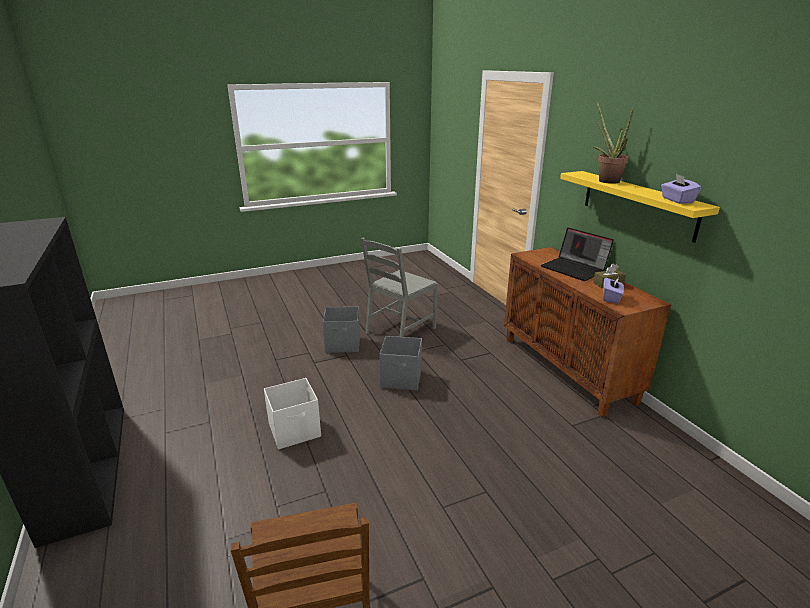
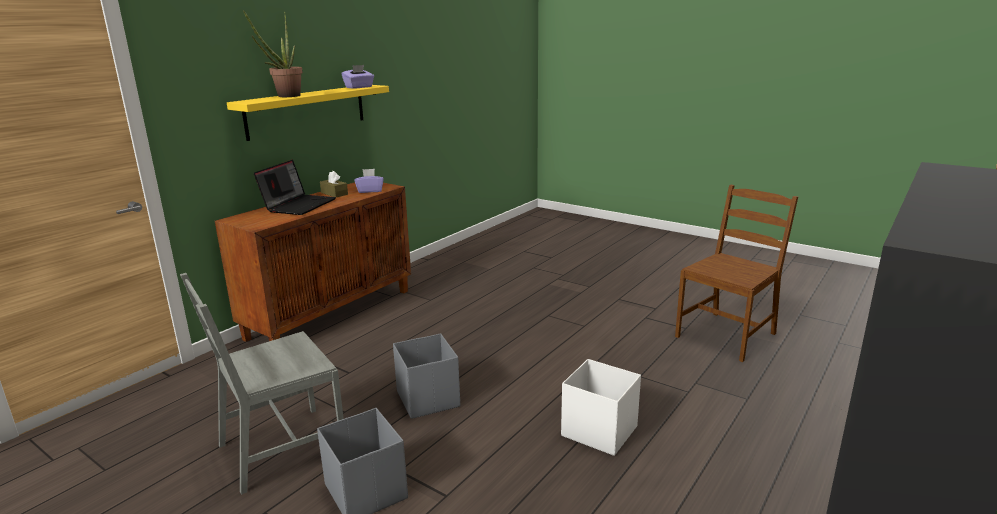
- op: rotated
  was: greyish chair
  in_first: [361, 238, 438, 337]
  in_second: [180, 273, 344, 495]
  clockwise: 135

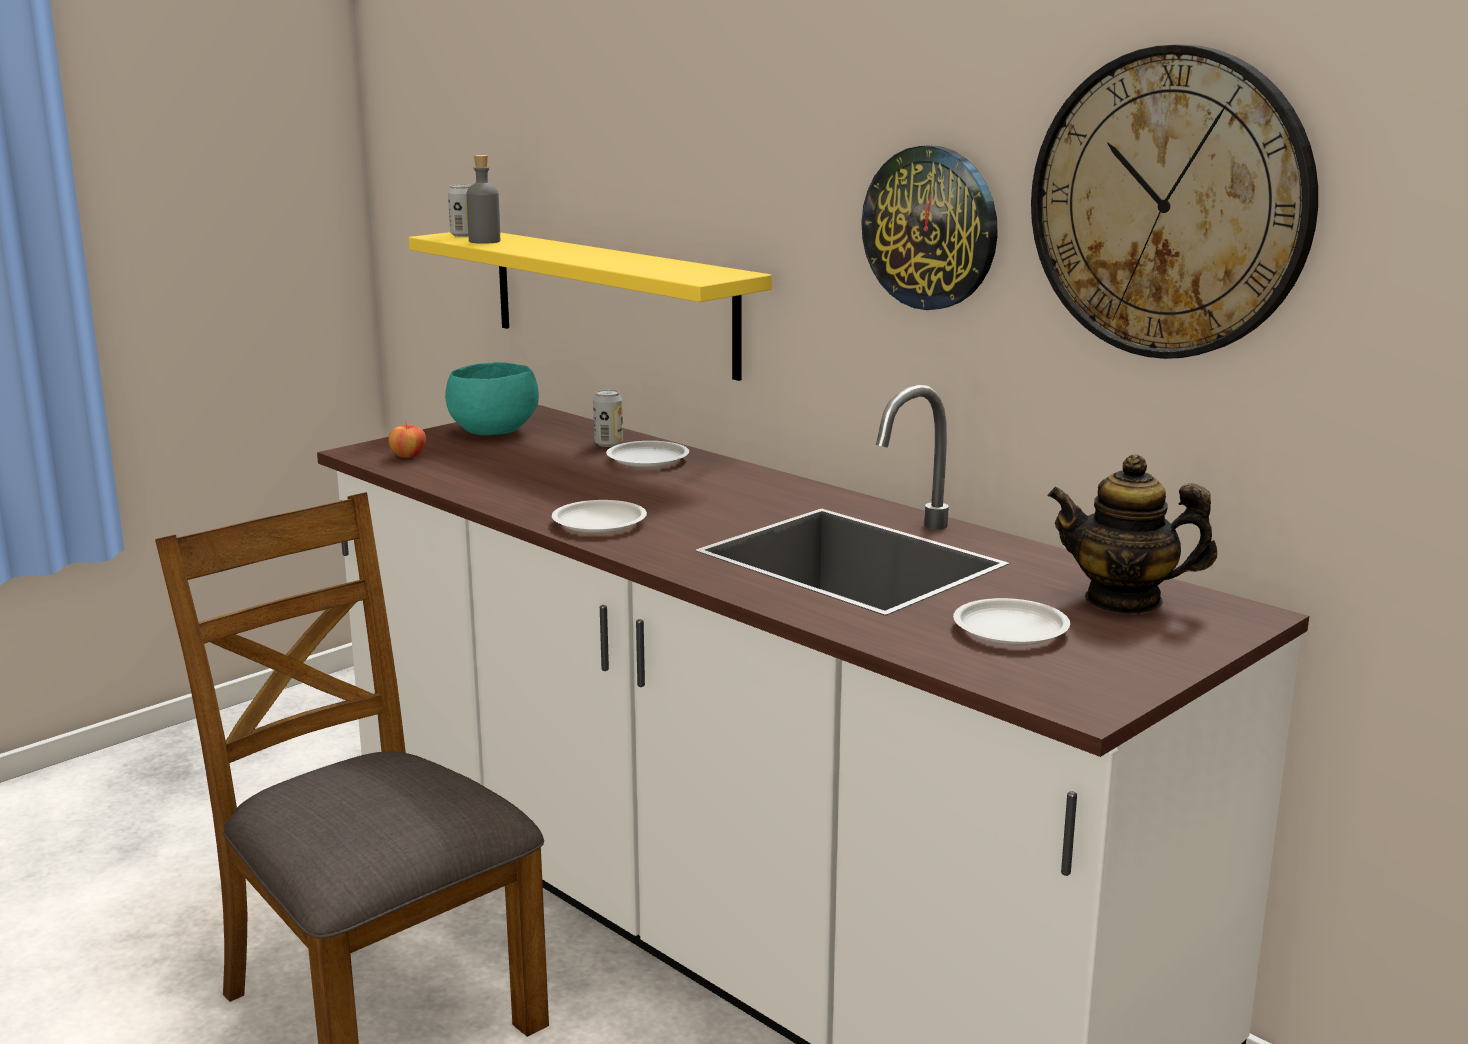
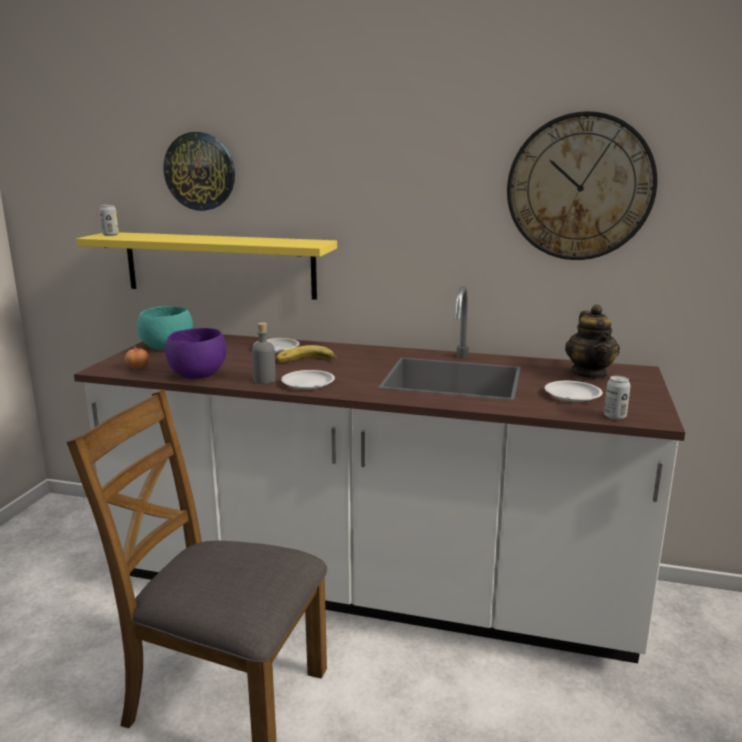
- op: shifted
  was: clock on the wall
  in_first: [861, 145, 998, 310]
  in_second: [164, 132, 235, 211]
- op: new
  now: purple serving bowl
  in_second: [165, 328, 226, 379]
- op: shifted
  was: greyish bottle
  in_first: [467, 155, 500, 244]
  in_second: [252, 322, 276, 384]
- op: new
  now: whole banana
  in_second: [276, 345, 337, 363]
- op: rotated
  was: pot for tea
  in_first: [1048, 454, 1217, 614]
  in_second: [565, 304, 620, 379]
  clockwise: -75
- op: shifted
  was: metal can
  in_first: [593, 390, 623, 447]
  in_second: [604, 376, 631, 420]

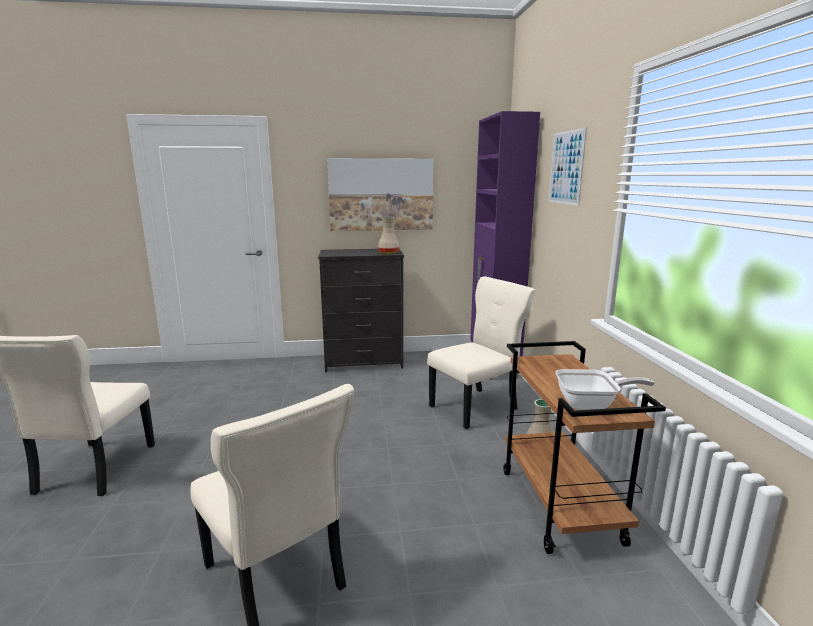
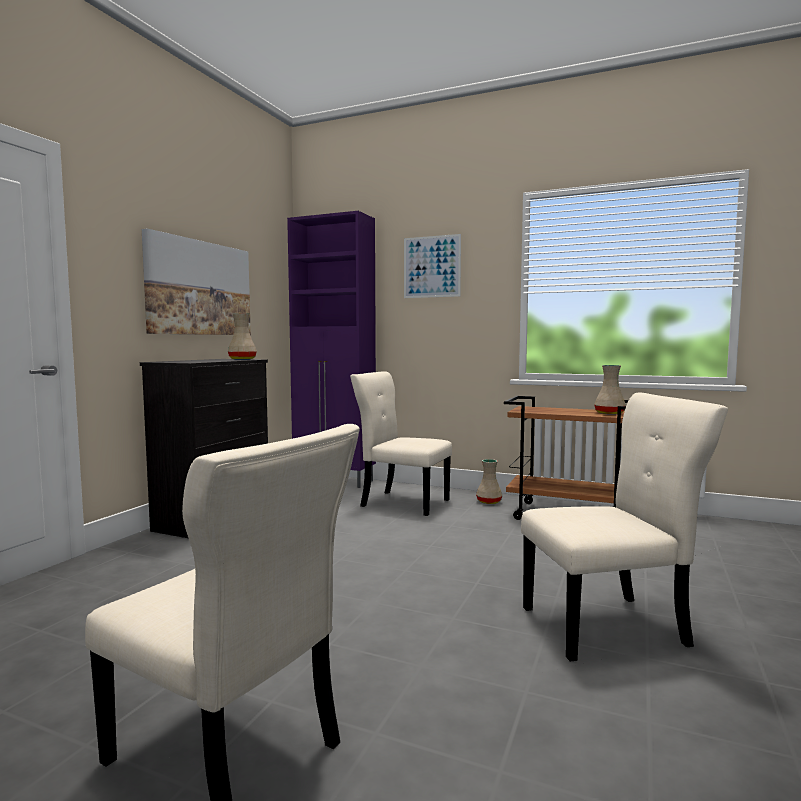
- op: rotated
  was: sand-coloured chair
  in_first: [427, 276, 535, 429]
  in_second: [350, 371, 452, 516]
  clockwise: -60
- op: swapped
  was: frying pan
  now: sand-coloured flower vase
  in_first: [555, 369, 655, 410]
  in_second: [594, 365, 626, 415]

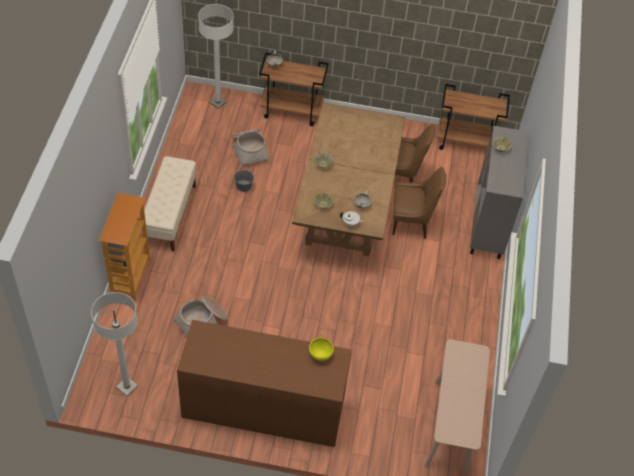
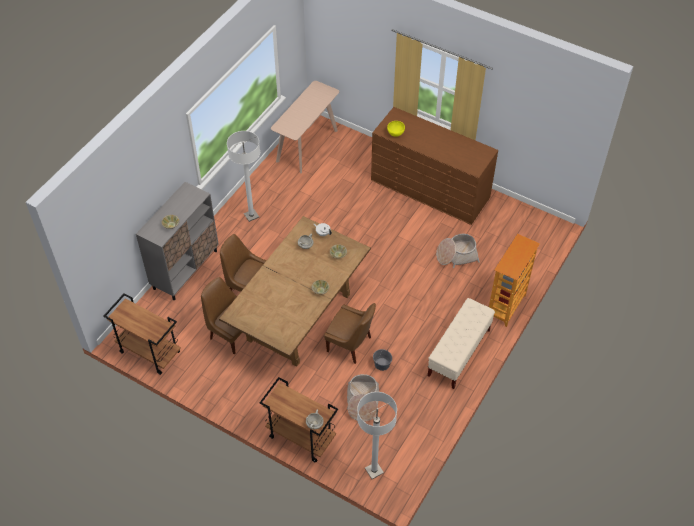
- op: shifted
  was: white-coloured standing lamp
  in_first: [91, 292, 138, 396]
  in_second: [227, 131, 260, 222]
- op: new
  now: brown chair
  in_second: [324, 303, 376, 364]

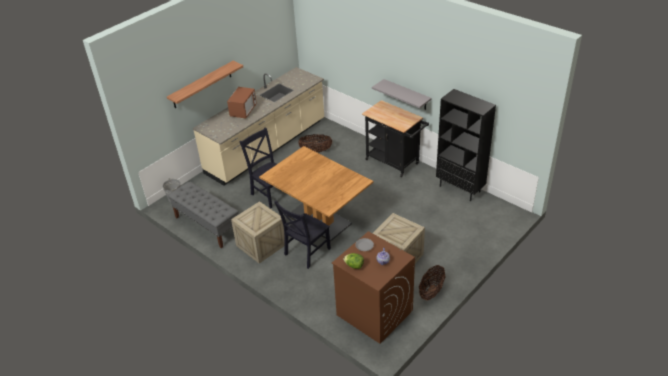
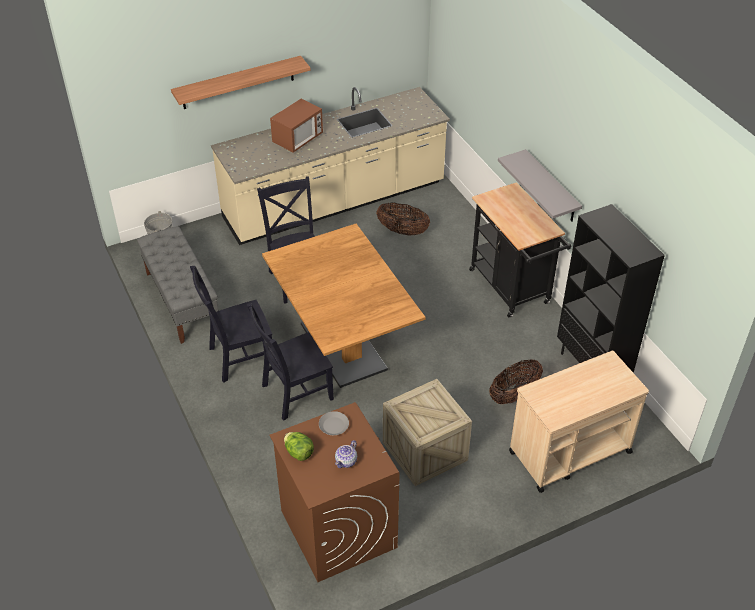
- op: swapped
  was: crate
  now: black chair
  in_first: [231, 201, 285, 263]
  in_second: [190, 266, 272, 383]
- op: shifted
  was: storage basket
  in_first: [419, 265, 446, 300]
  in_second: [489, 359, 543, 404]
- op: new
  now: sand-coloured wheeled cart
  in_second: [509, 351, 649, 493]

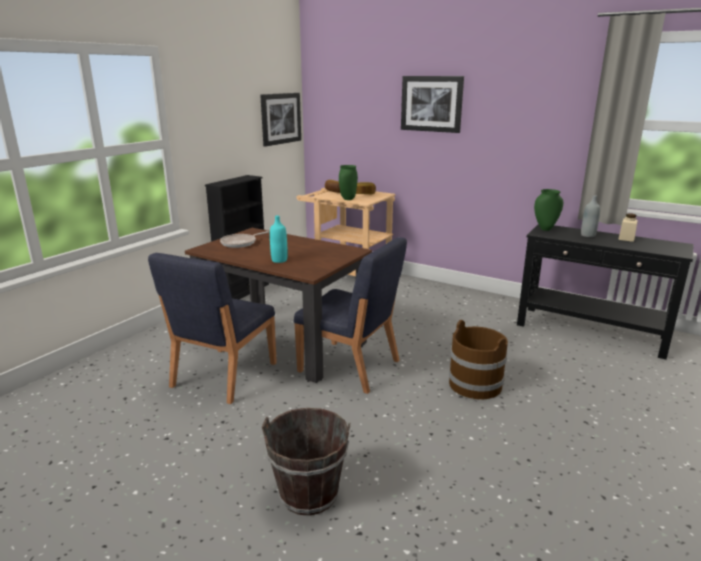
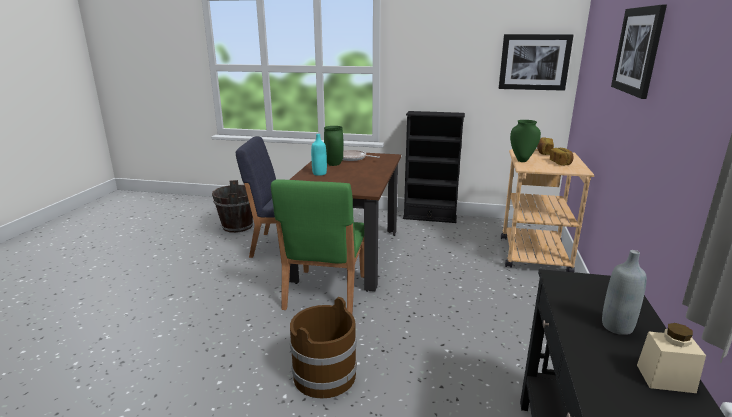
- op: shifted
  was: brown water bucket
  in_first: [262, 408, 351, 516]
  in_second: [212, 180, 253, 233]
- op: repainted
  was: bluish chair
  now: green chair
  in_first: [294, 237, 407, 394]
  in_second: [271, 179, 364, 314]
- op: shifted
  was: green flower vase
  in_first: [534, 189, 563, 231]
  in_second: [324, 126, 343, 166]

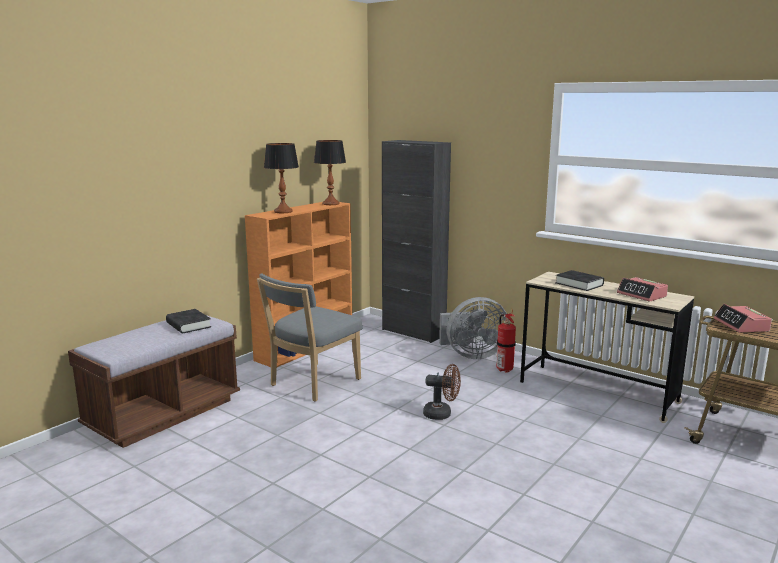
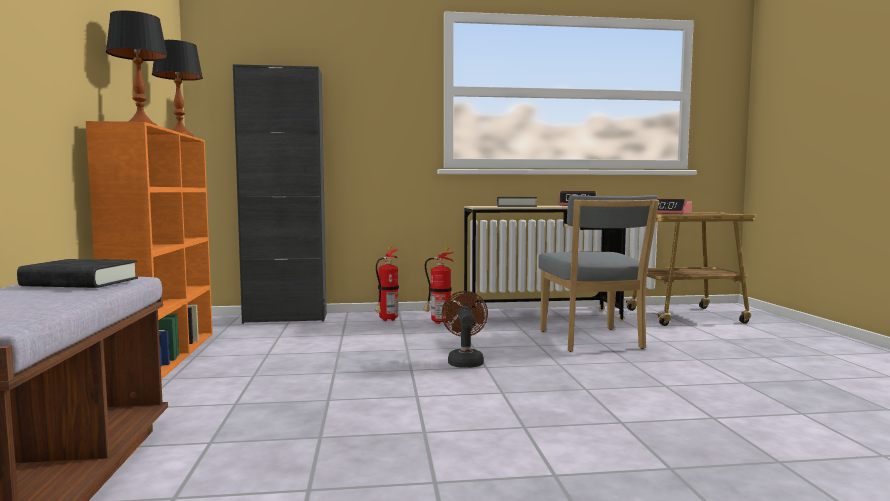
- op: swapped
  was: greyish fan
  now: extinguisher
  in_first: [439, 297, 507, 359]
  in_second: [375, 245, 399, 321]
- op: rotated
  was: brown fan
  in_first: [423, 364, 461, 420]
  in_second: [442, 291, 488, 368]
  clockwise: -60
- op: shifted
  was: greyish chair
  in_first: [257, 273, 362, 402]
  in_second: [538, 195, 659, 352]

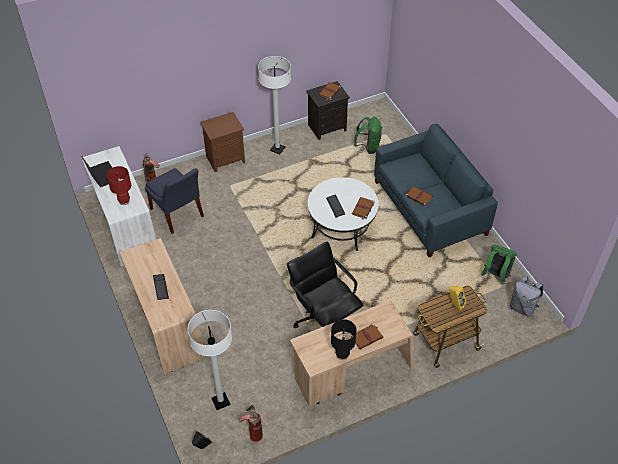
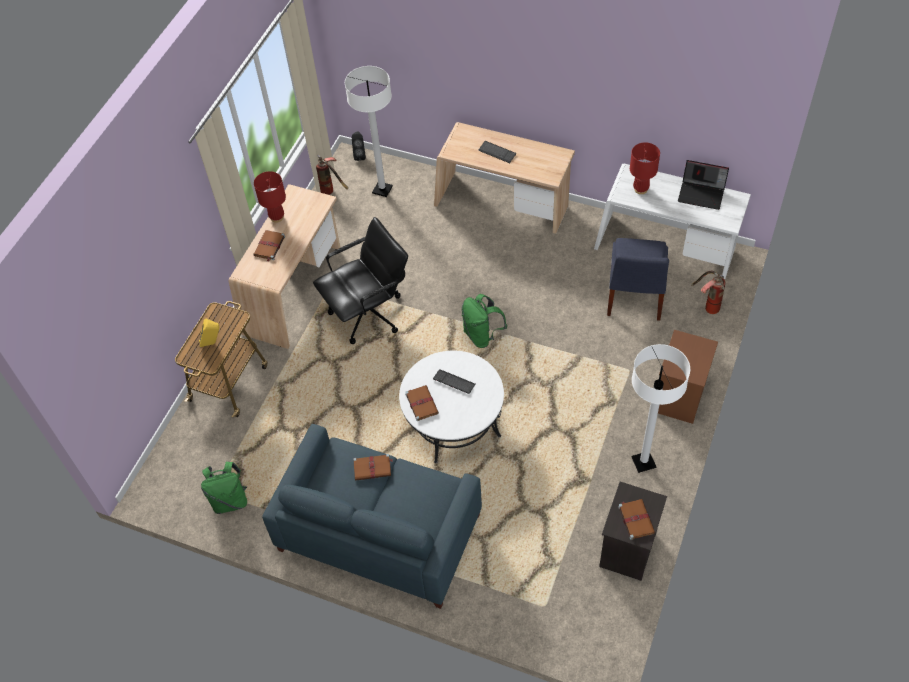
- op: repainted
  was: black lamp for a table
  now: red-coloured lamp for a table
  in_first: [331, 319, 356, 360]
  in_second: [254, 171, 286, 223]
- op: rotated
  was: black desk chair
  in_first: [287, 242, 364, 328]
  in_second: [313, 217, 408, 344]
  clockwise: -45
- op: shifted
  was: green rucksack
  in_first: [354, 117, 382, 154]
  in_second: [462, 294, 507, 348]
- op: rotated
  was: bluish chair
  in_first: [145, 168, 204, 234]
  in_second: [607, 238, 669, 321]
  clockwise: -90
- op: gone
  was: greyish rucksack
  in_first: [510, 276, 543, 317]

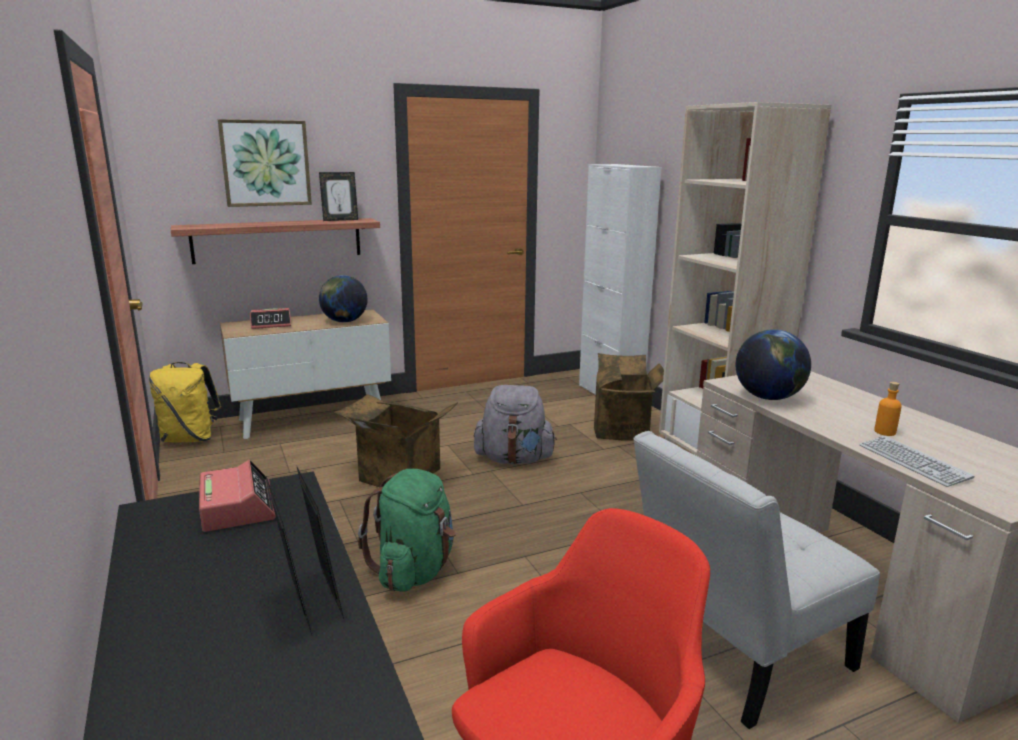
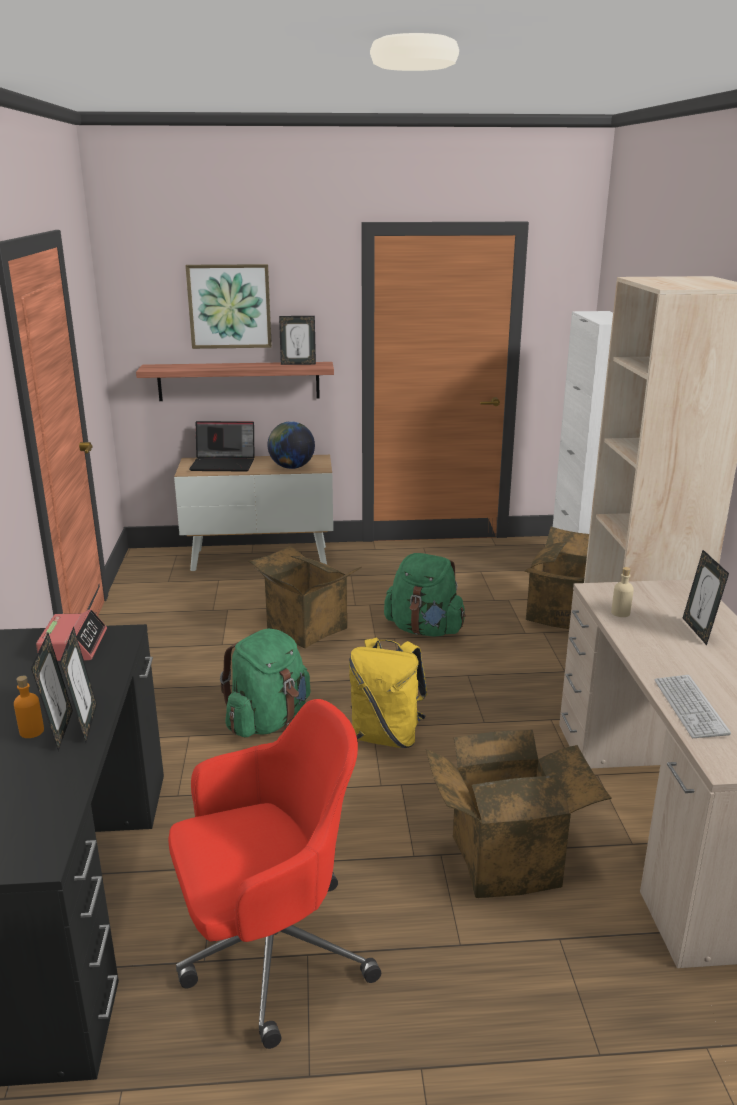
- op: shifted
  was: orange-coloured bottle
  in_first: [874, 382, 902, 436]
  in_second: [14, 676, 44, 738]
- op: swapped
  was: bedside clock
  now: notebook computer
  in_first: [250, 308, 291, 329]
  in_second: [189, 421, 254, 472]
- op: shifted
  was: yellowish rucksack
  in_first: [149, 362, 221, 443]
  in_second: [349, 637, 427, 748]
- op: repainted
  was: greyish rucksack
  now: green rucksack
  in_first: [474, 385, 557, 464]
  in_second: [384, 553, 466, 637]
- op: swapped
  was: white-coloured chair
  now: cardboard box
  in_first: [633, 431, 880, 729]
  in_second: [426, 730, 612, 898]
- op: swapped
  was: world globe
  now: sand-coloured bottle
  in_first: [736, 329, 811, 400]
  in_second: [611, 567, 634, 617]
- op: new
  now: picture frame
  in_second: [683, 550, 729, 645]

